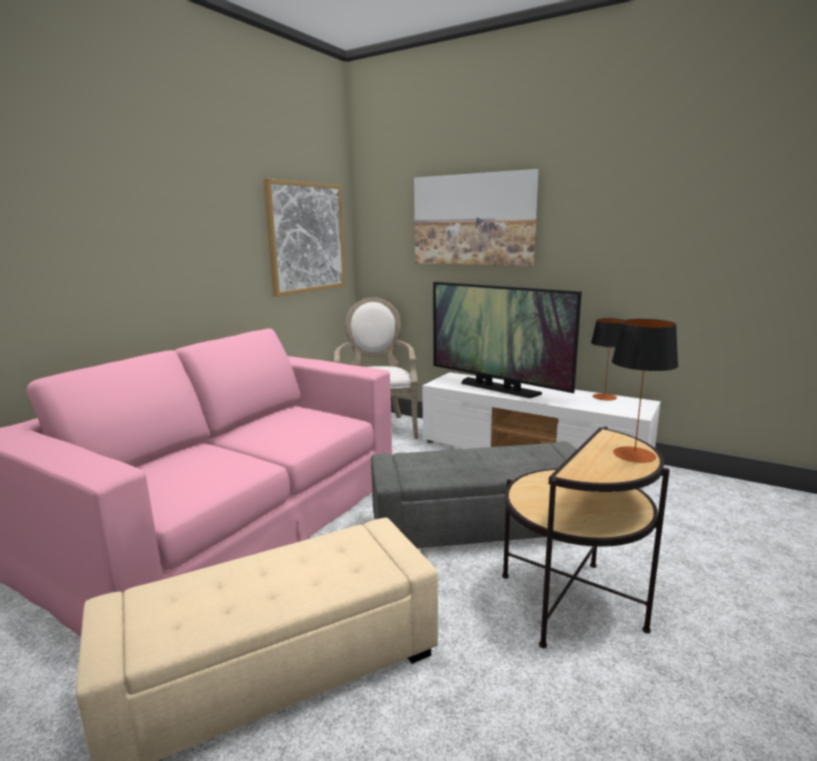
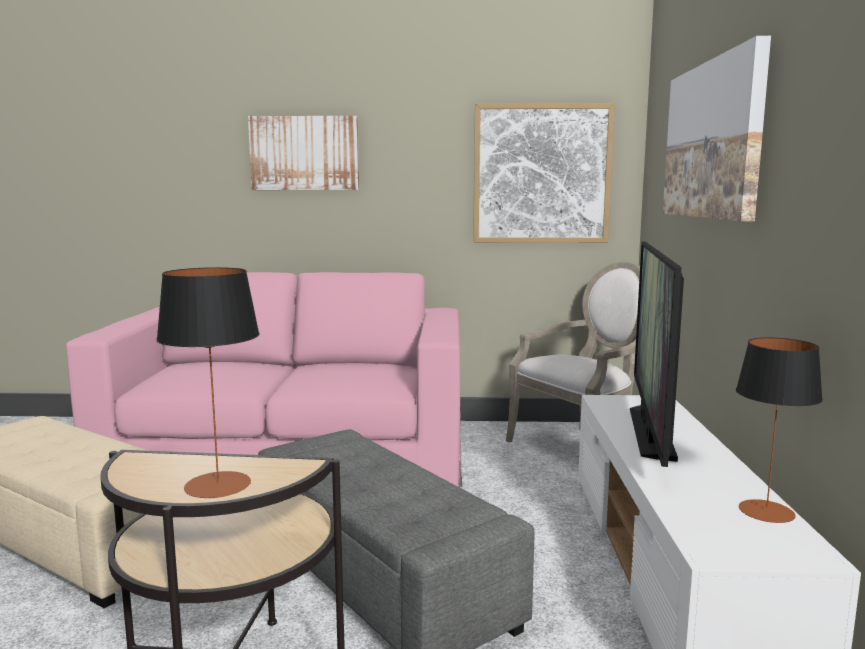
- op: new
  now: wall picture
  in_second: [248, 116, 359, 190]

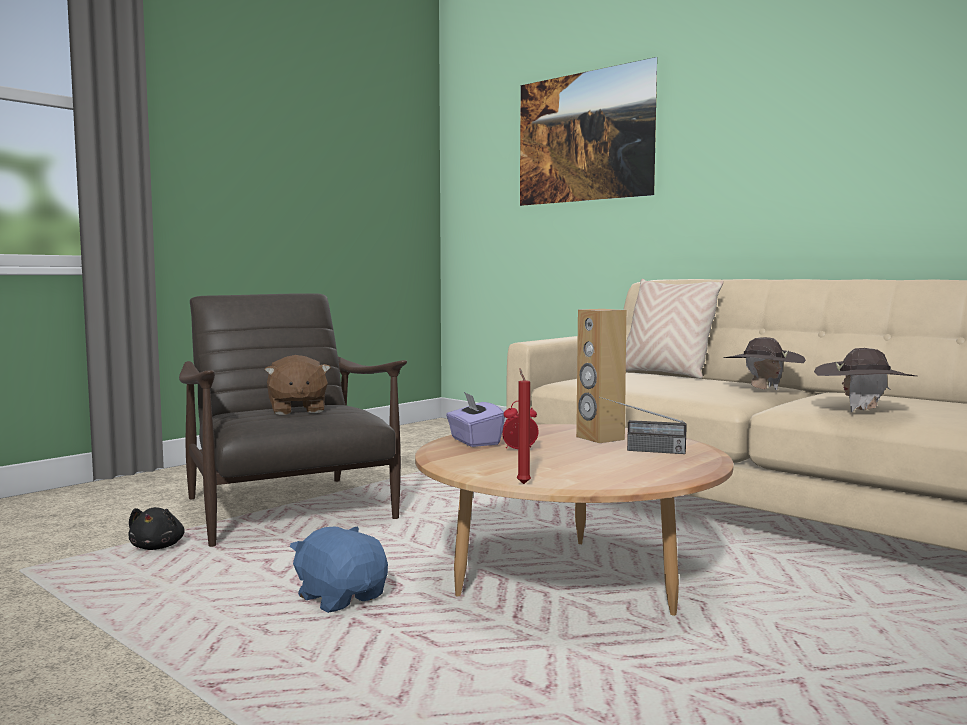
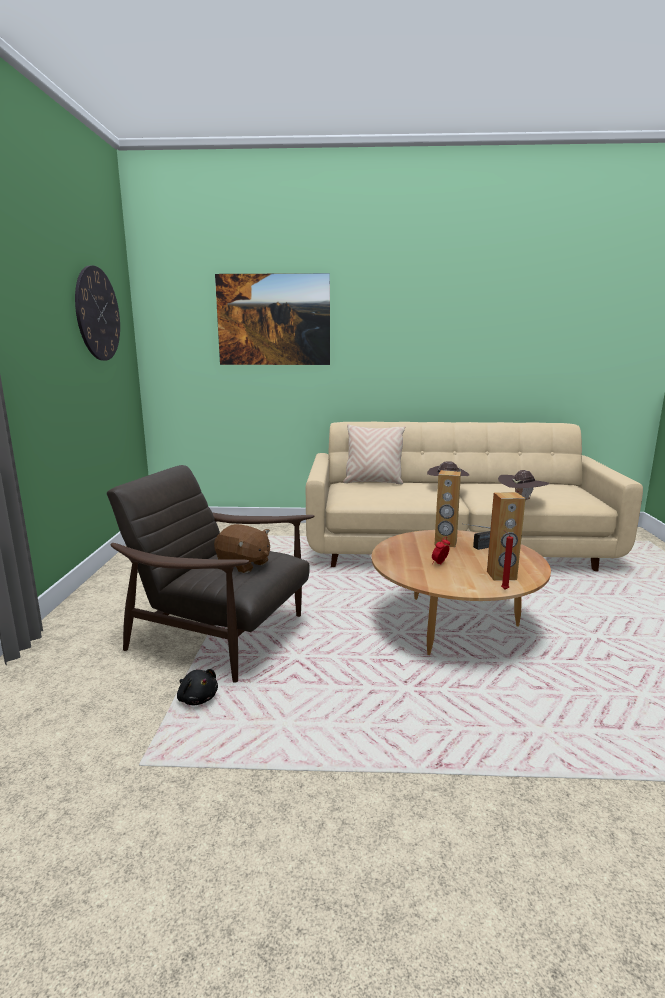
- op: new
  now: clock on the wall
  in_second: [75, 265, 120, 361]
- op: new
  now: brown loudspeaker
  in_second: [487, 492, 526, 581]
- op: gone
  was: bluish plush toy
  in_first: [289, 526, 388, 613]
- op: gone
  was: purple box of tissues
  in_first: [446, 392, 505, 447]

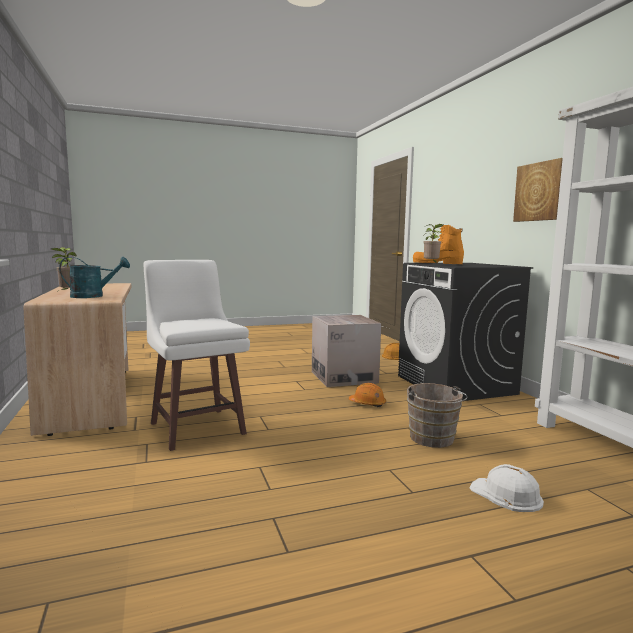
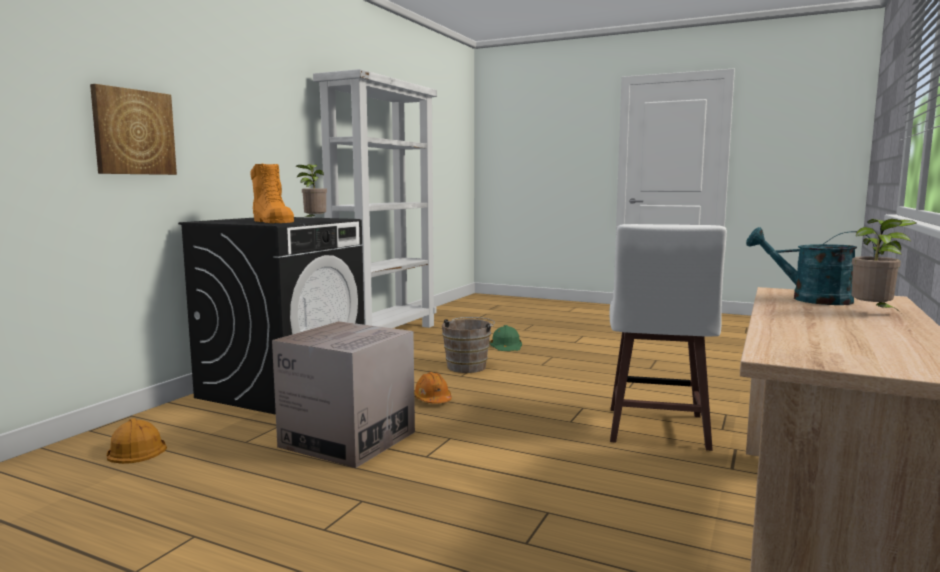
- op: shifted
  was: wall picture
  in_first: [513, 158, 563, 222]
  in_second: [90, 84, 177, 175]
- op: repainted
  was: white-coloured hard hat
  now: green hard hat
  in_first: [470, 464, 544, 512]
  in_second: [490, 325, 522, 351]

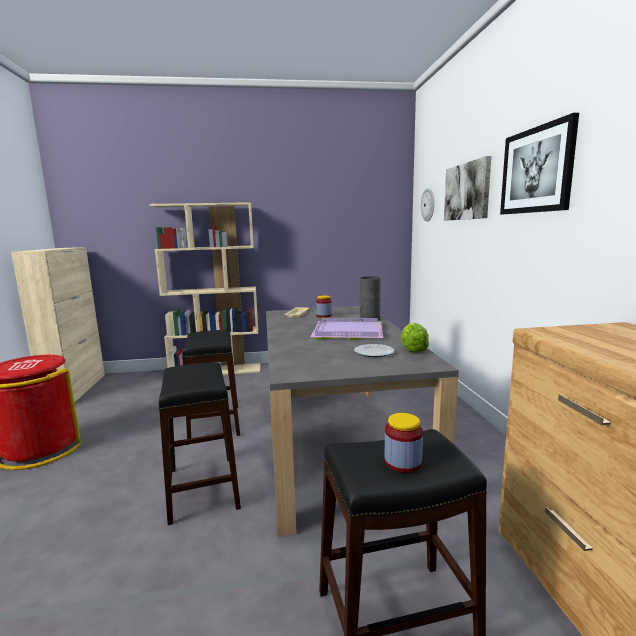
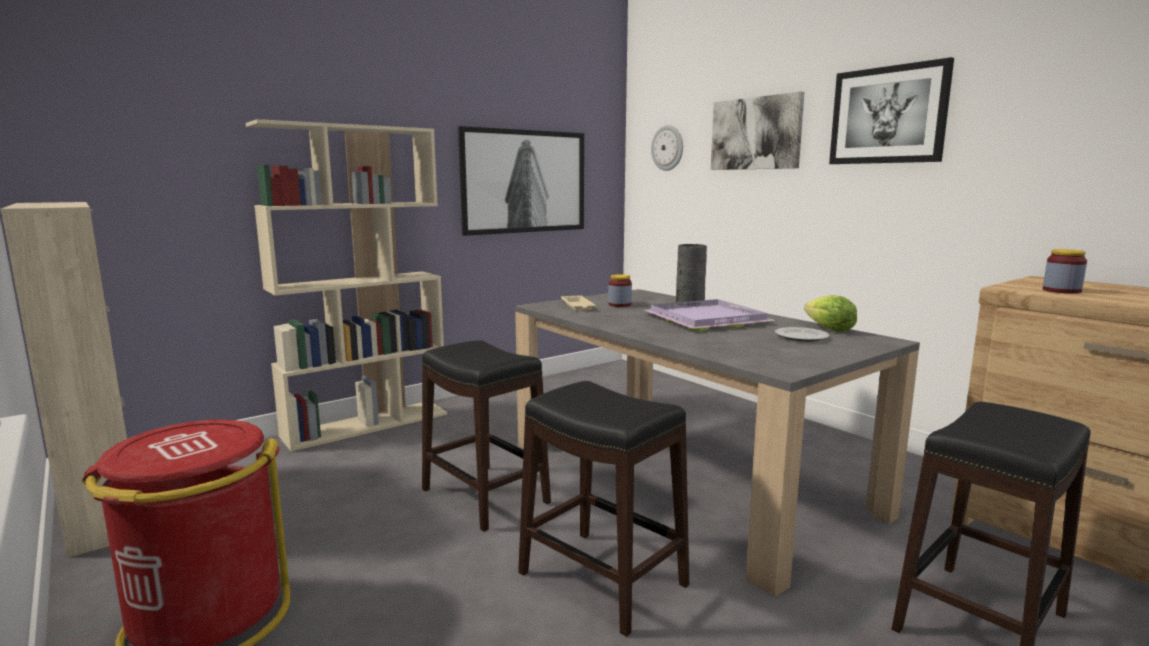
- op: new
  now: wall picture
  in_second: [458, 126, 584, 236]
- op: shifted
  was: jar
  in_first: [385, 413, 423, 473]
  in_second: [1043, 249, 1087, 294]

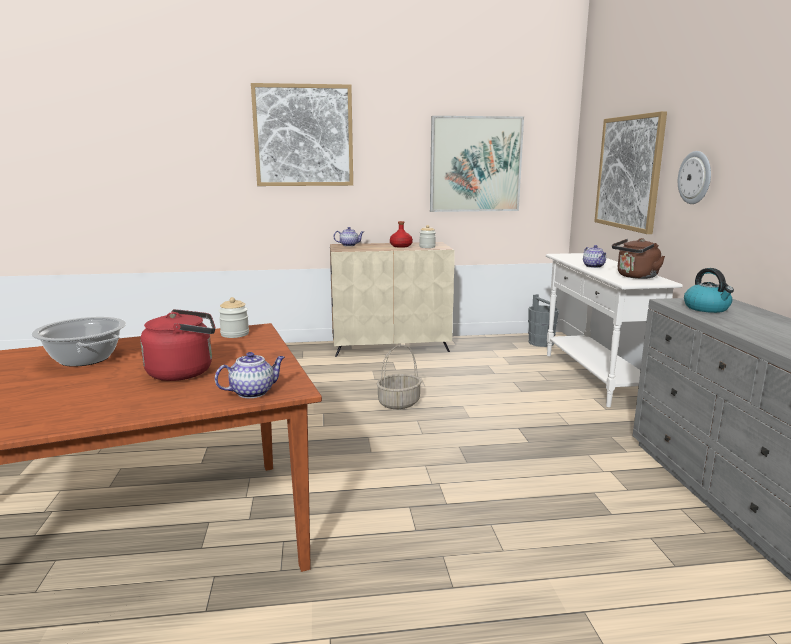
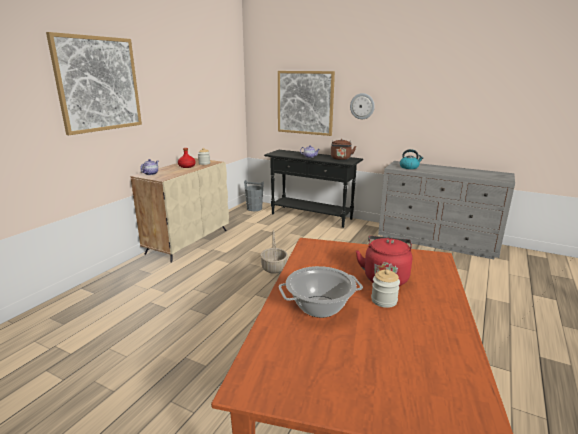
- op: repainted
  was: white-coloured console table
  now: black console table
  in_first: [546, 253, 683, 407]
  in_second: [264, 150, 363, 228]
- op: shifted
  was: jar
  in_first: [219, 297, 249, 338]
  in_second: [371, 269, 400, 308]
- op: gone
  was: pot for tea
  in_first: [215, 352, 285, 398]
- op: gone
  was: wall picture
  in_first: [430, 116, 524, 212]

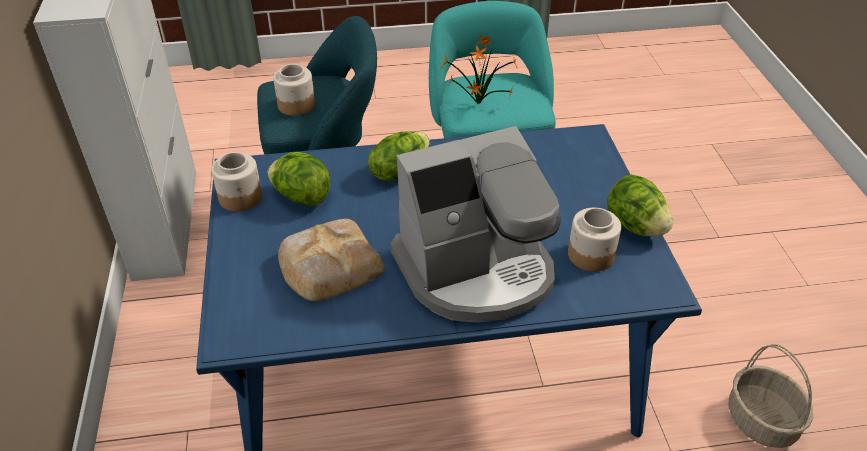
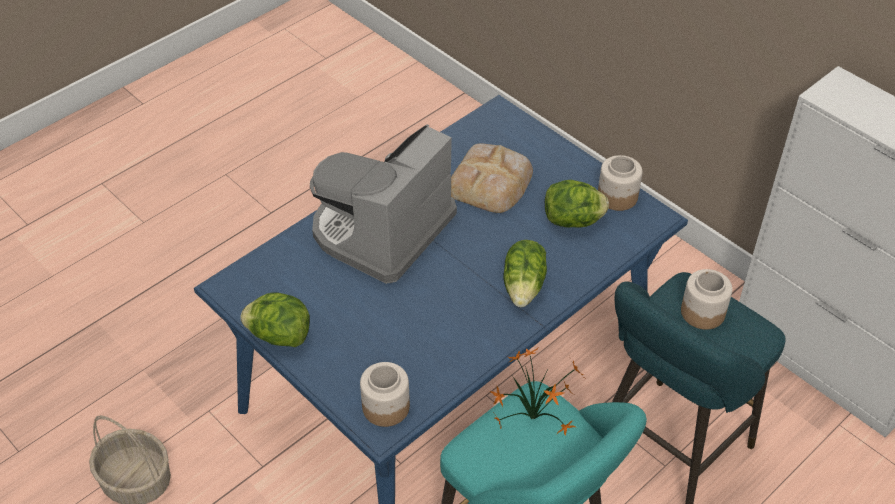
- op: shifted
  was: jar
  in_first: [568, 208, 621, 272]
  in_second: [360, 362, 410, 427]

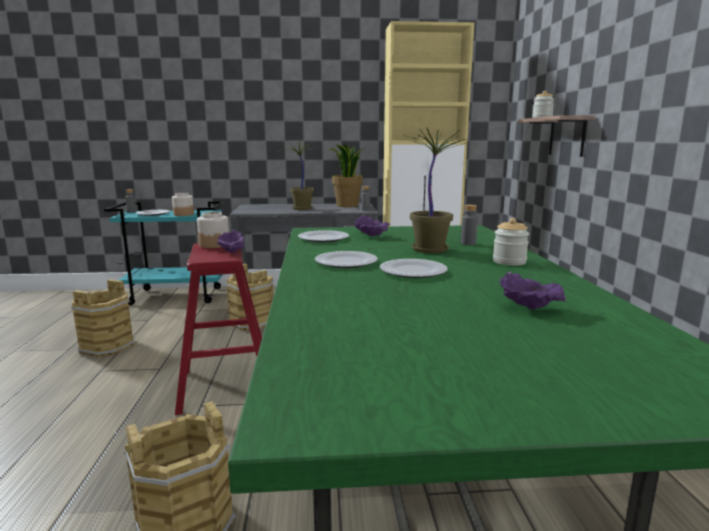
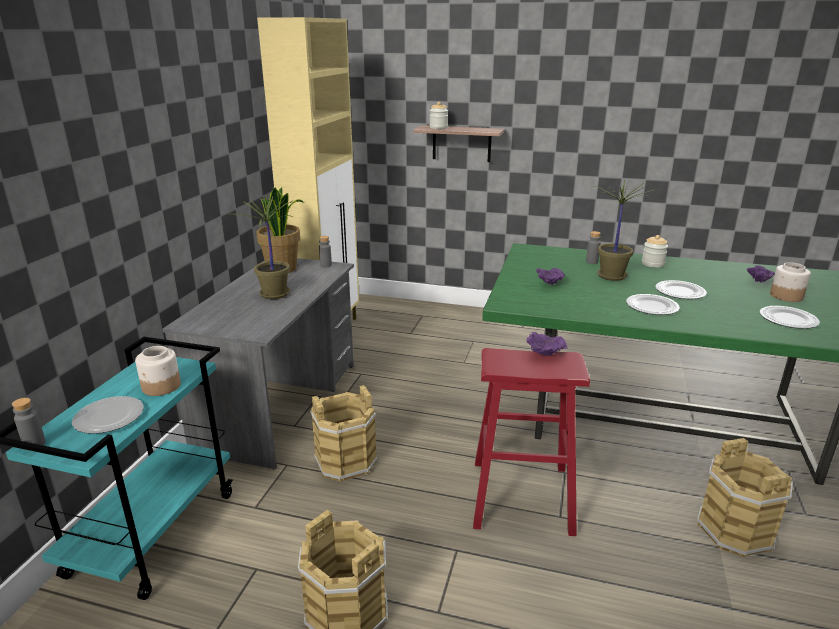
- op: shifted
  was: dinner plate
  in_first: [298, 230, 349, 242]
  in_second: [760, 306, 820, 329]
- op: shifted
  was: jar
  in_first: [197, 212, 229, 248]
  in_second: [770, 262, 811, 302]

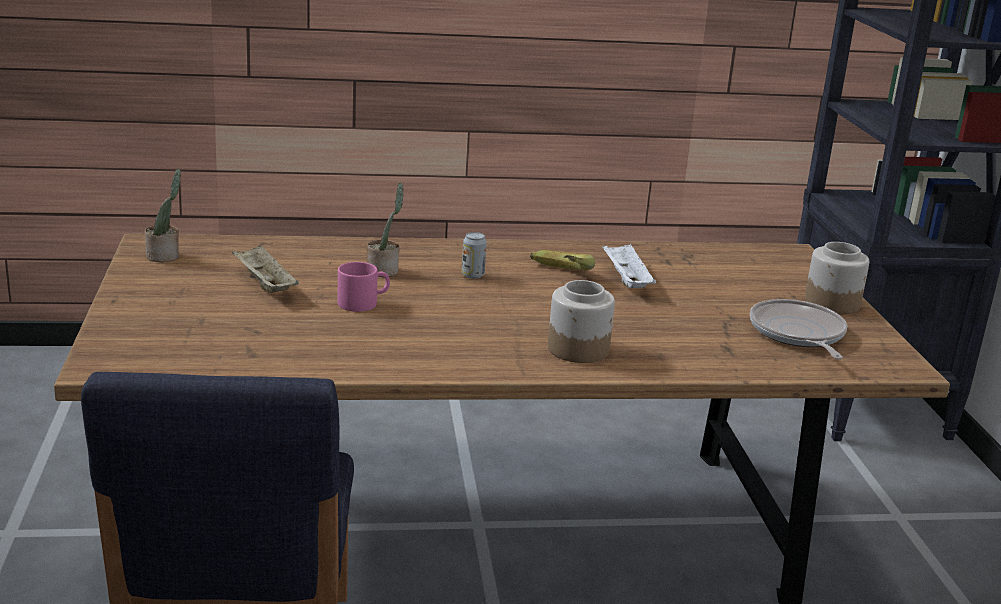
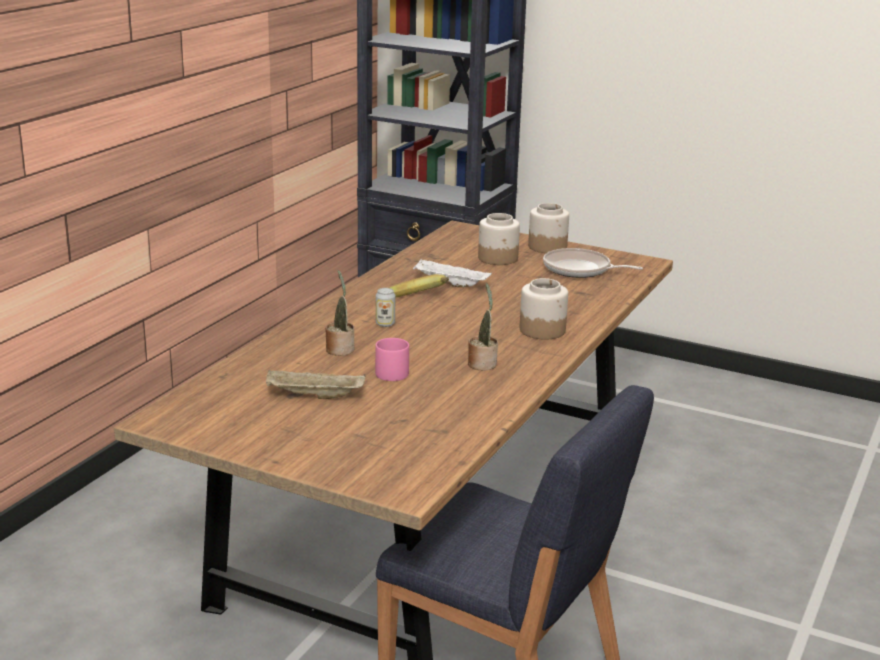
- op: shifted
  was: plant in a pot
  in_first: [145, 169, 181, 262]
  in_second: [468, 283, 498, 370]
- op: new
  now: jar
  in_second: [478, 213, 520, 265]

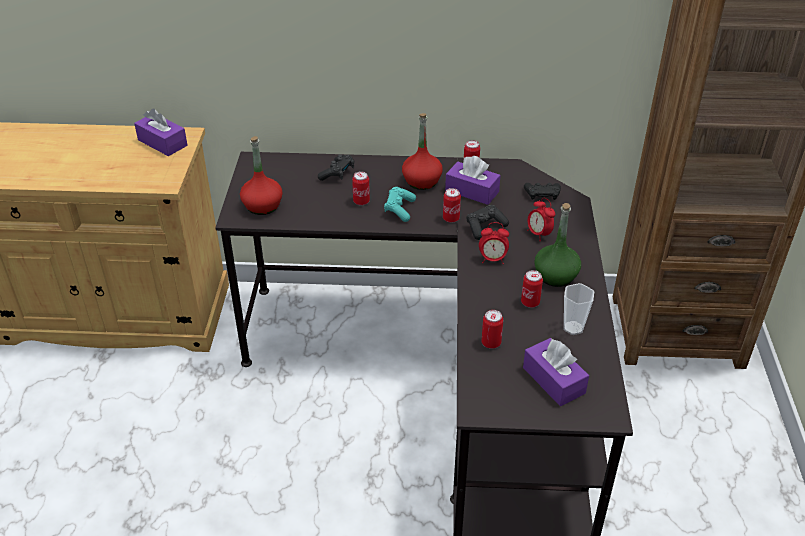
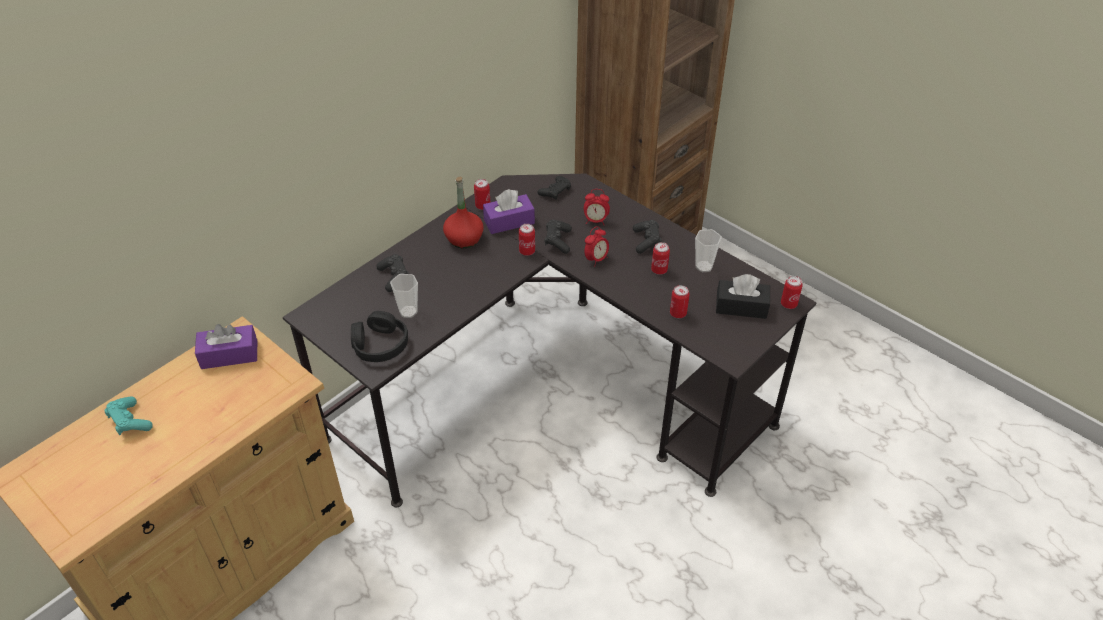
- op: shifted
  was: turquoise gamepad
  in_first: [384, 187, 416, 222]
  in_second: [105, 397, 153, 435]
- op: swapped
  was: red-coloured bottle
  now: black pair of headphones
  in_first: [240, 136, 283, 215]
  in_second: [351, 311, 408, 362]
- op: new
  now: cup
  in_second: [390, 274, 418, 318]
- op: swapped
  was: green bottle
  now: black gamepad
  in_first: [534, 203, 581, 287]
  in_second: [633, 220, 662, 254]
- op: repainted
  was: purple box of tissues
  now: black box of tissues
  in_first: [523, 338, 589, 406]
  in_second: [716, 274, 770, 319]
- op: shifted
  was: metal can
  in_first: [352, 171, 370, 205]
  in_second: [781, 276, 803, 309]

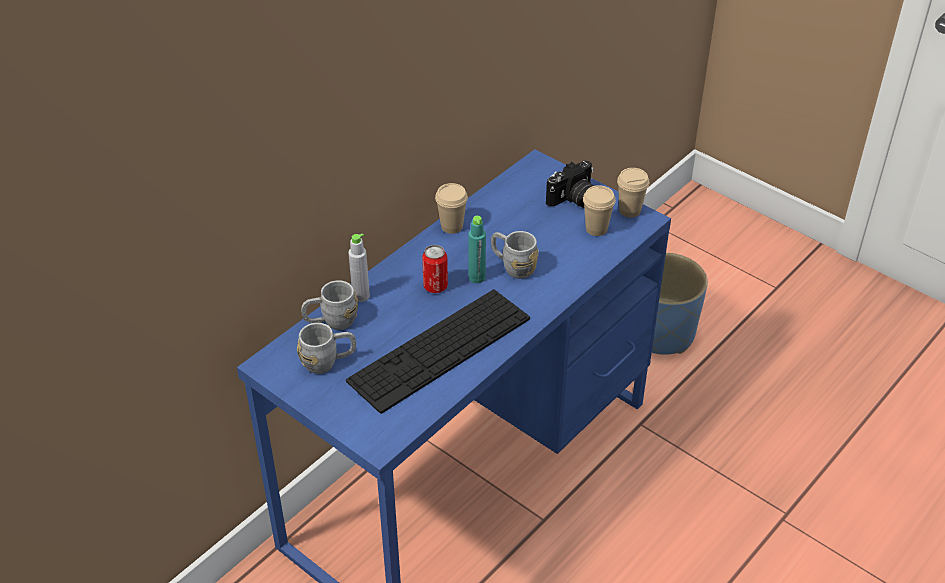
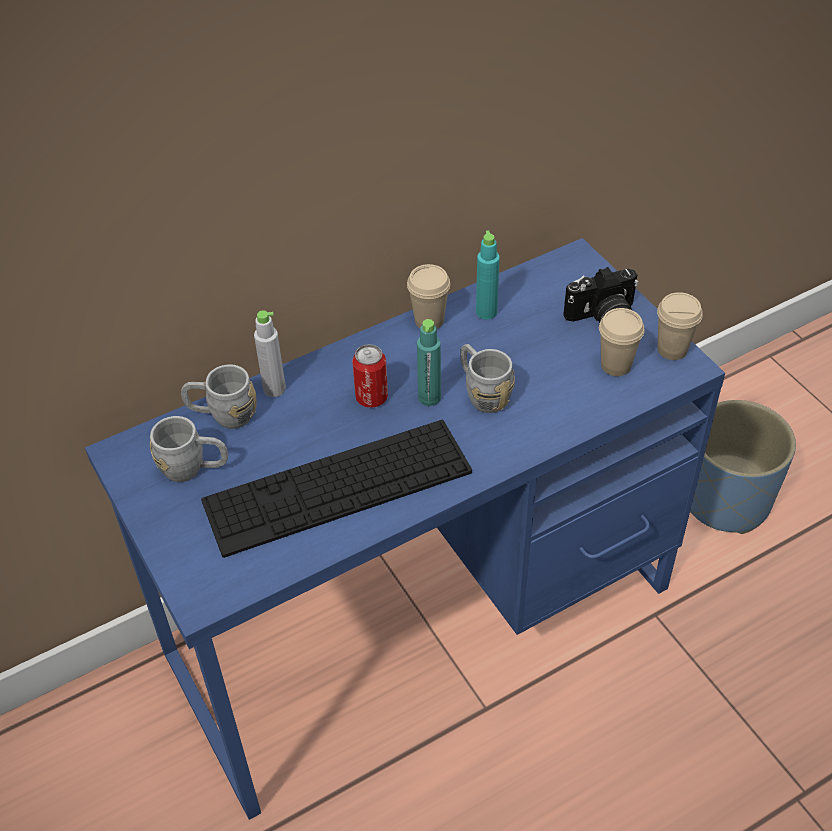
- op: new
  now: turquoise bottle
  in_second: [476, 230, 500, 319]

